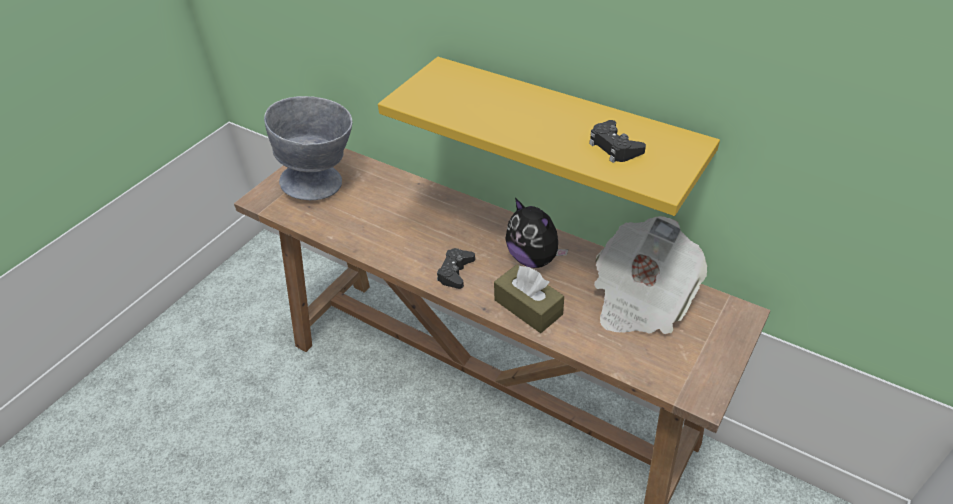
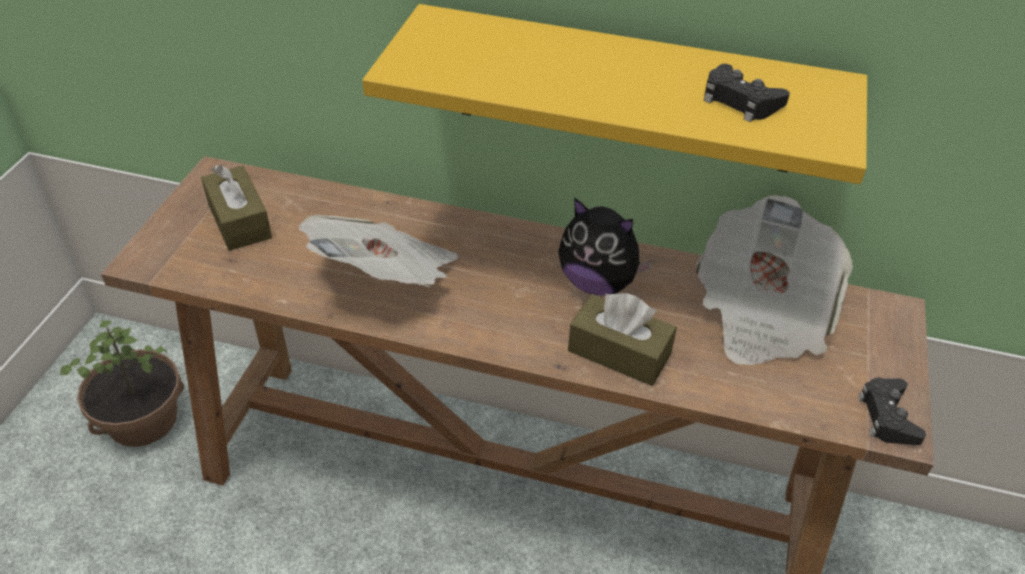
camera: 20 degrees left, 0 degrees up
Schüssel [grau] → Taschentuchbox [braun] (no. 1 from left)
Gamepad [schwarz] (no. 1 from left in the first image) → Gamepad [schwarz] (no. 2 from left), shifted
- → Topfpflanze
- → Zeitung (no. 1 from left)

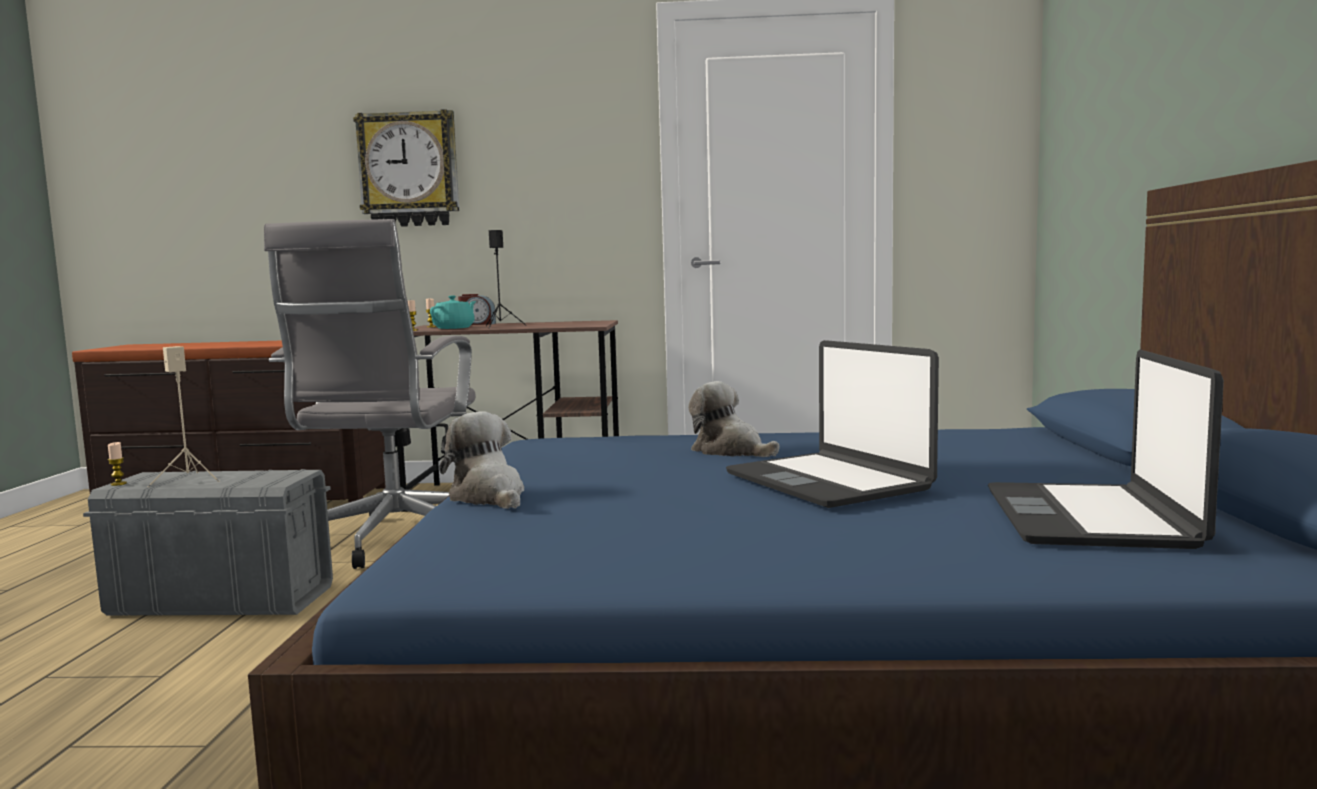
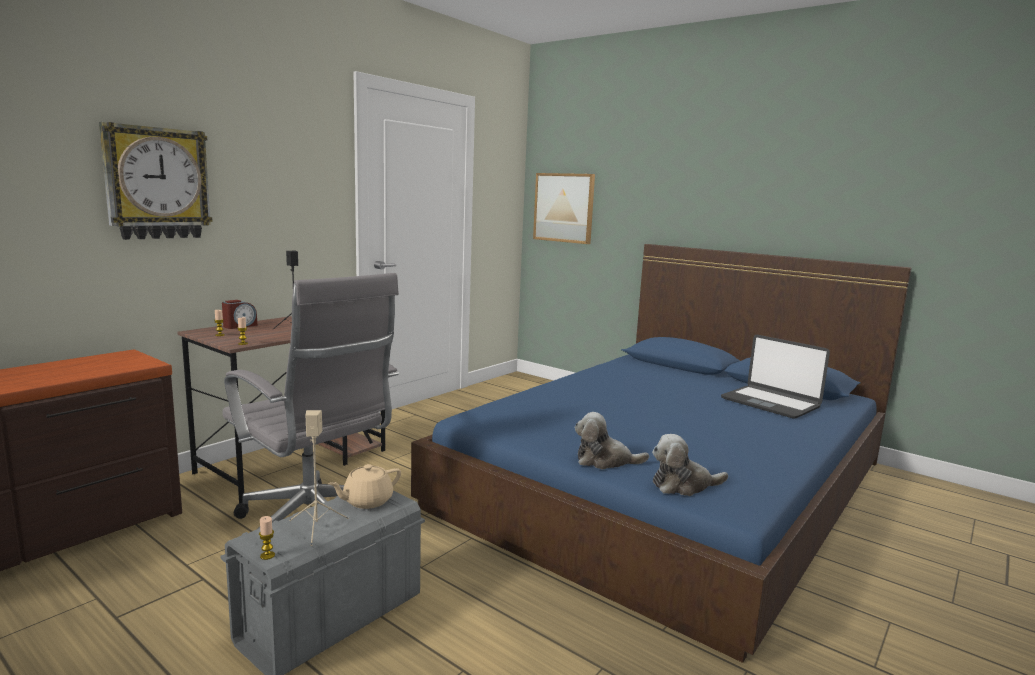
camera: 55 degrees left, 5 degrees up
Teekanne [türkis] → -
Plüschtier (no. 2 from left), shifted
Laptop (no. 1 from left) → -
- → Teekanne [beige]
- → Bild

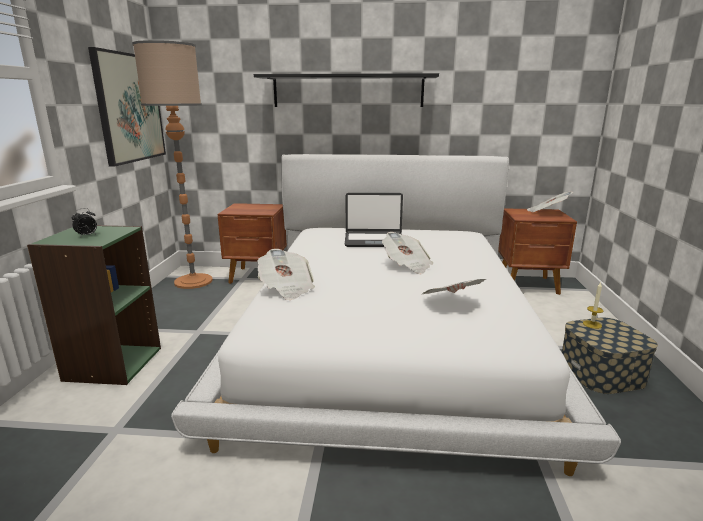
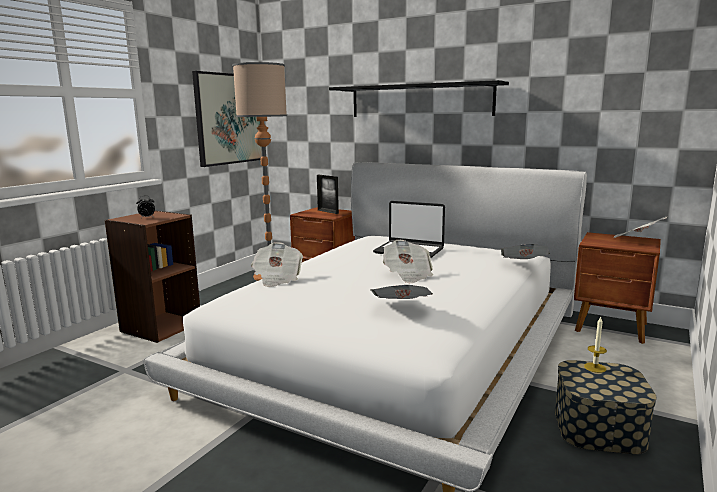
camera: 25 degrees right, 5 degrees down
Bücherregal [grün] → Bücherregal [braun]
- → Bilderrahmen
- → Zeitung (no. 4 from left)

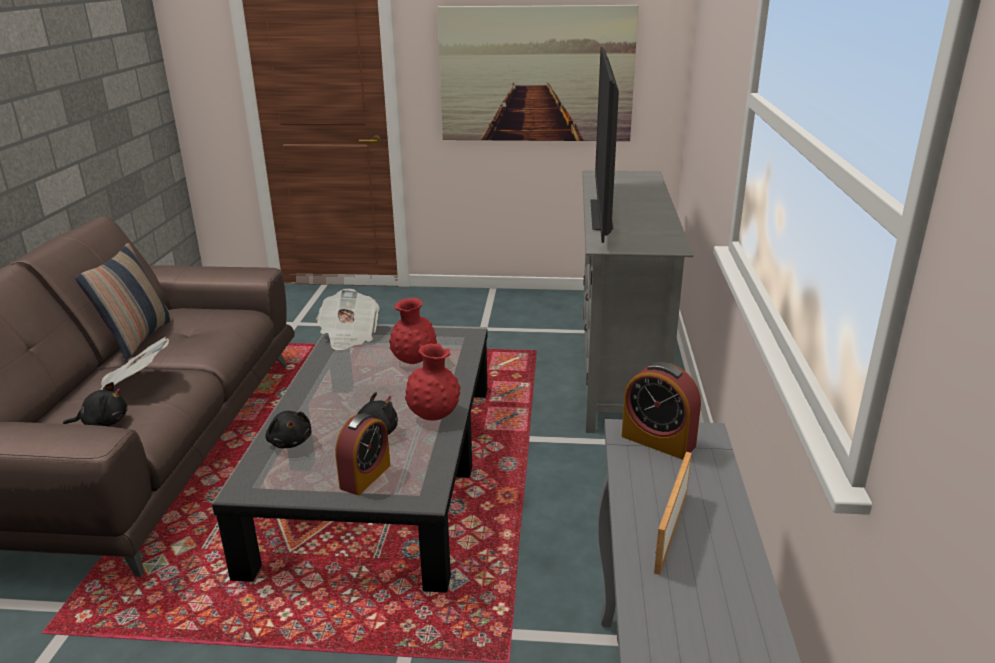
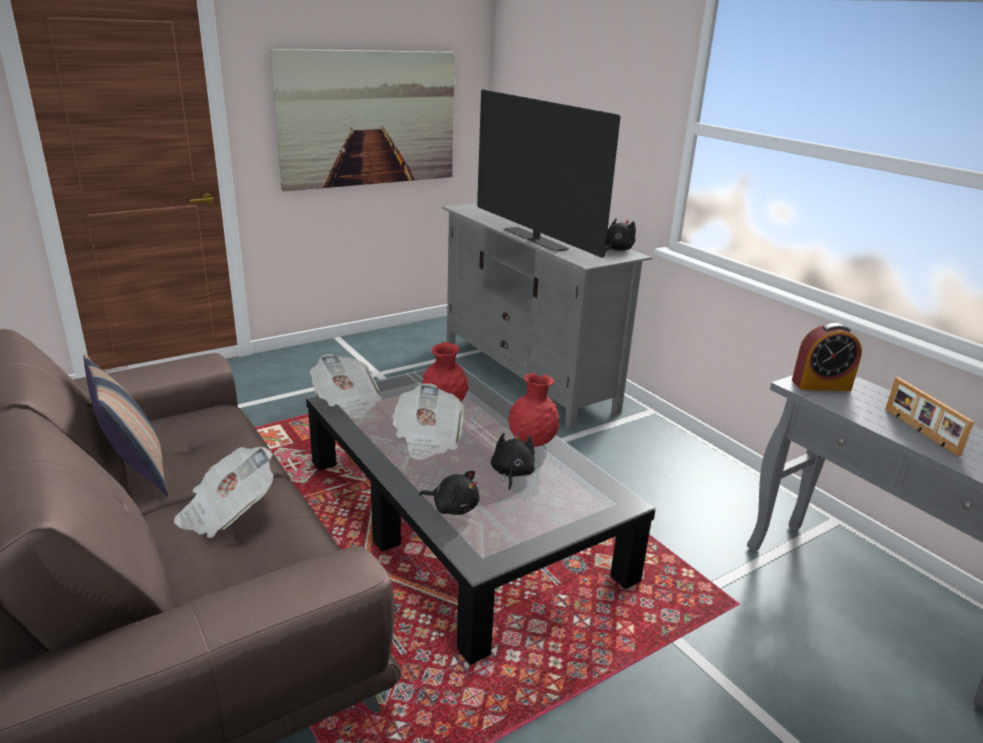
camera: 40 degrees left, 0 degrees up
Plüschtier [schwarz] (no. 1 from left in the first image) → Plüschtier [schwarz] (no. 3 from left), shifted
Wecker (no. 1 from left) → -
- → Zeitung (no. 3 from left)

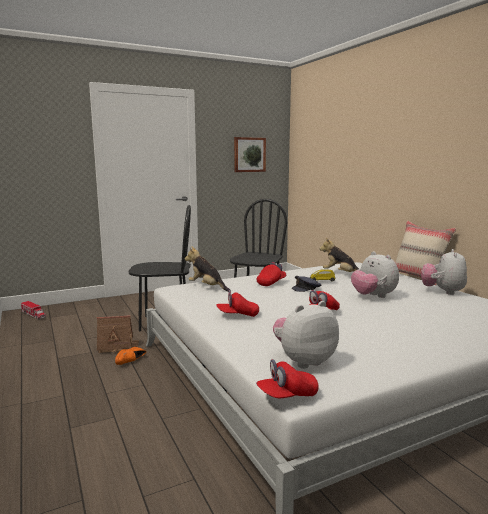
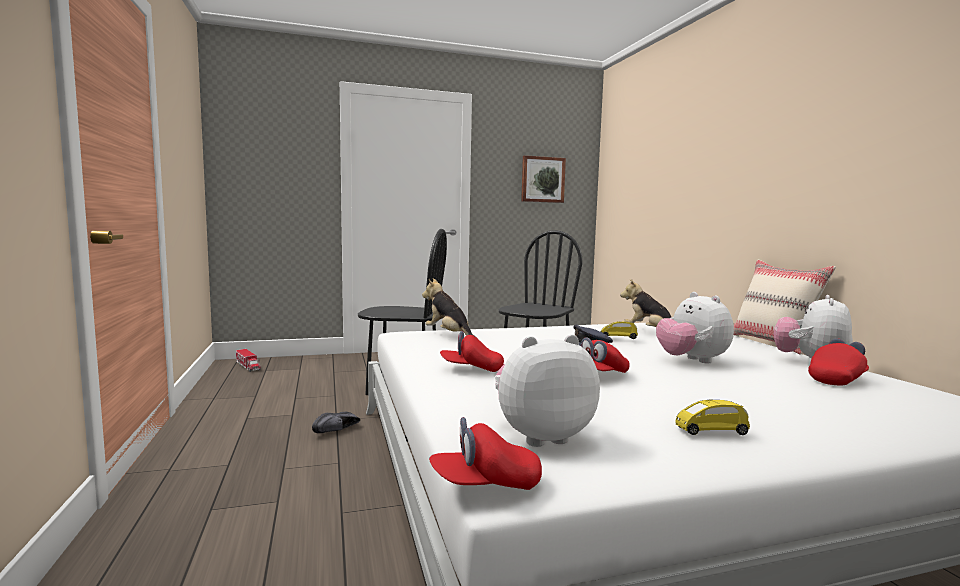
camera: 10 degrees right, 5 degrees down
Spielzeughaus → -
Schuh [orange] → Schuh [schwarz]
Kappe [rot] (no. 2 from left in the first image) → Kappe [rot] (no. 4 from left), shifted
- → Spielzeugauto [gelb] (no. 2 from left)

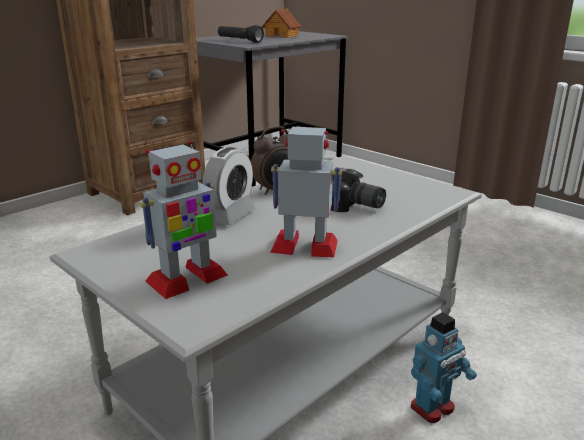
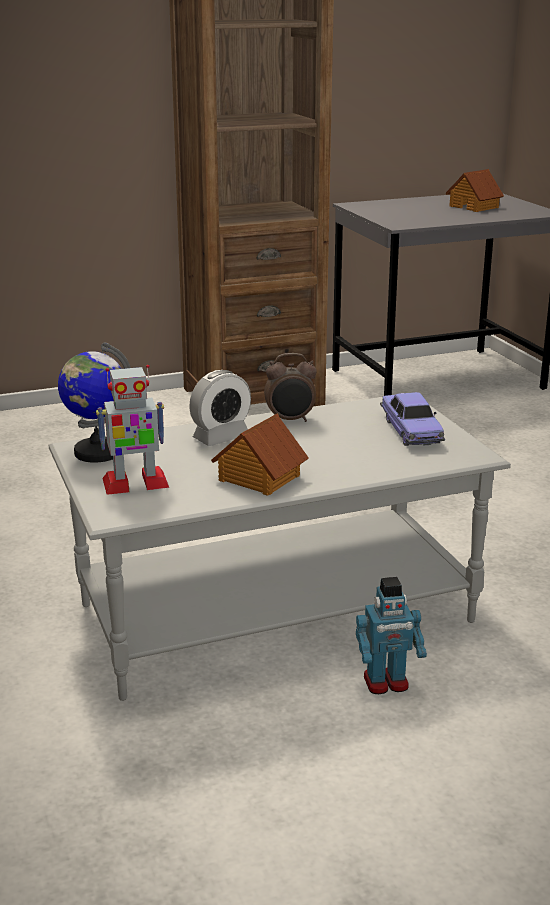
camera: 25 degrees right, 0 degrees up
Taschenlampe [schwarz] → -
Spielzeugroboter (no. 2 from left) → Spielzeughaus (no. 1 from left)
Kamera → -
- → Globus
- → Spielzeugauto

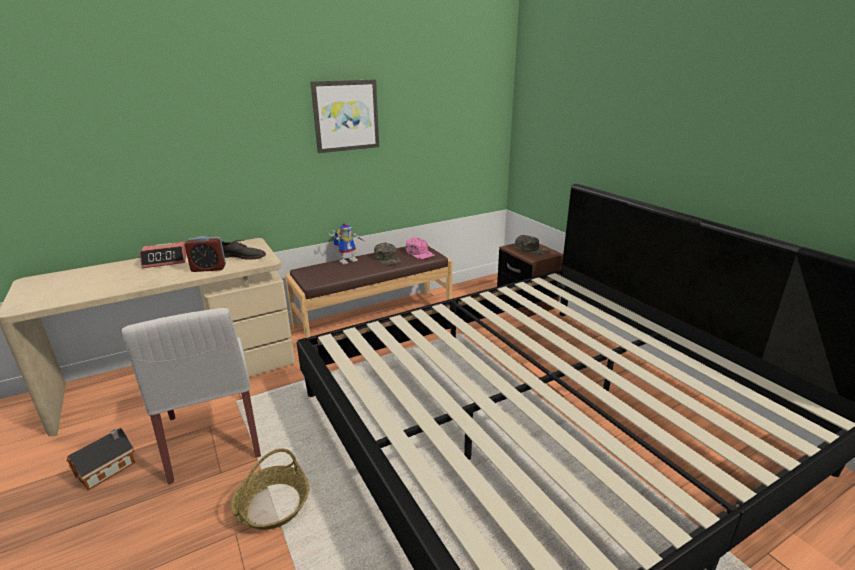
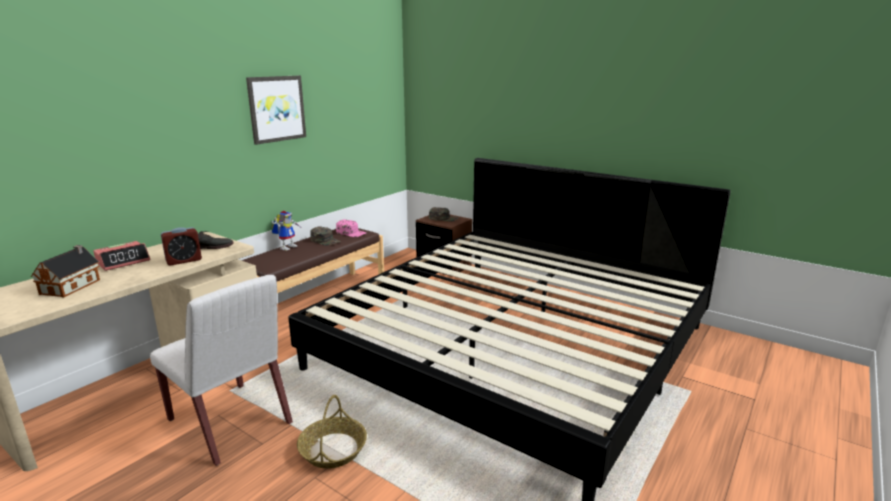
camera: 25 degrees left, 5 degrees down
Spielzeughaus, shifted

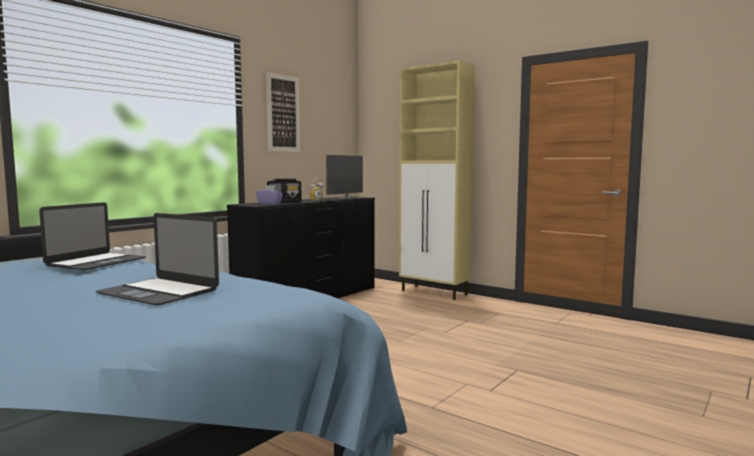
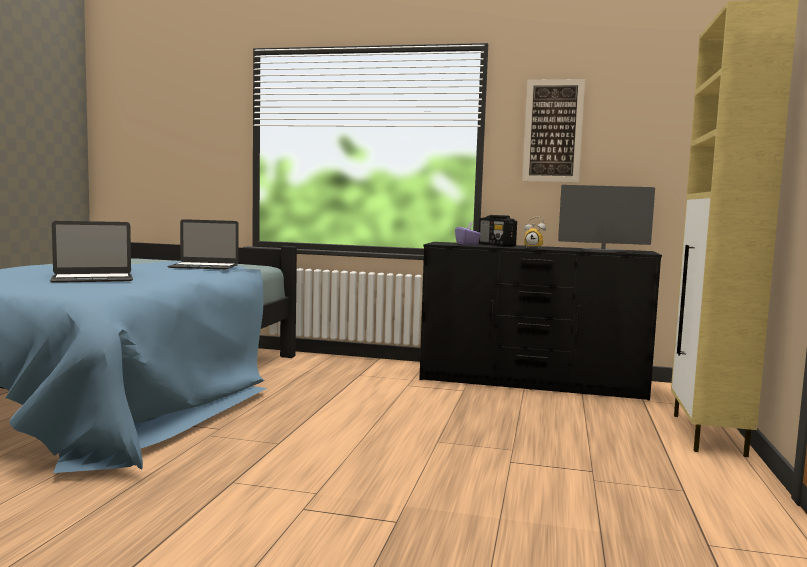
camera: 65 degrees right, 0 degrees up
Laptop (no. 2 from left in the first image) → Laptop (no. 1 from left), 120 degrees counterclockwise

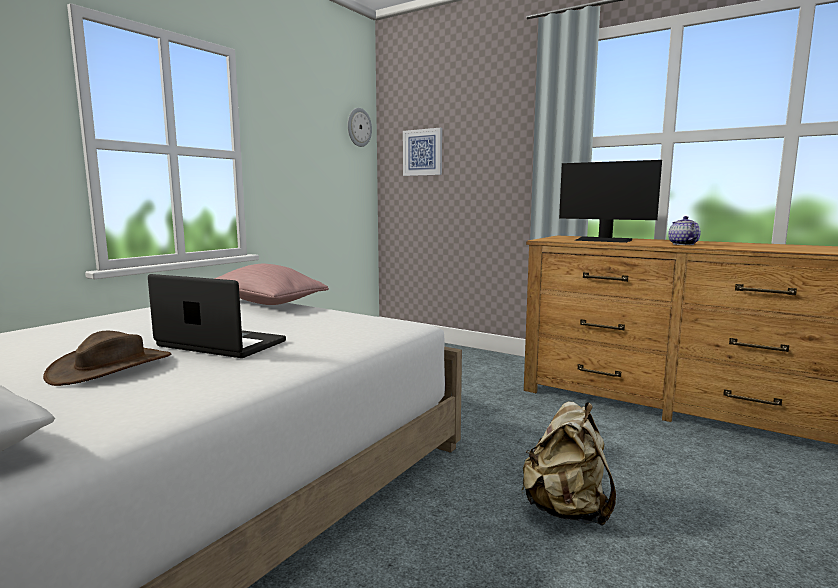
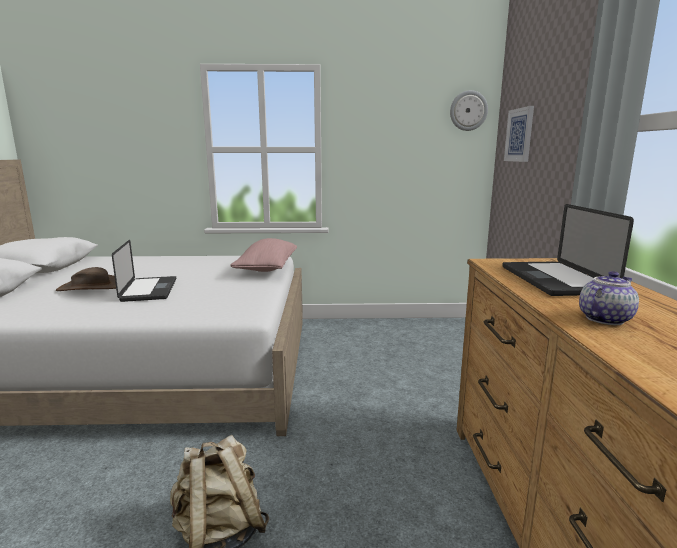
camera: 55 degrees right, 5 degrees up
Monitor → Laptop (no. 2 from left)

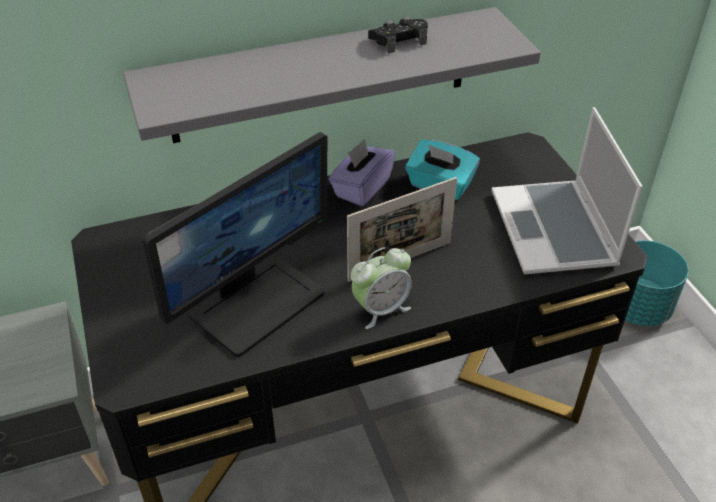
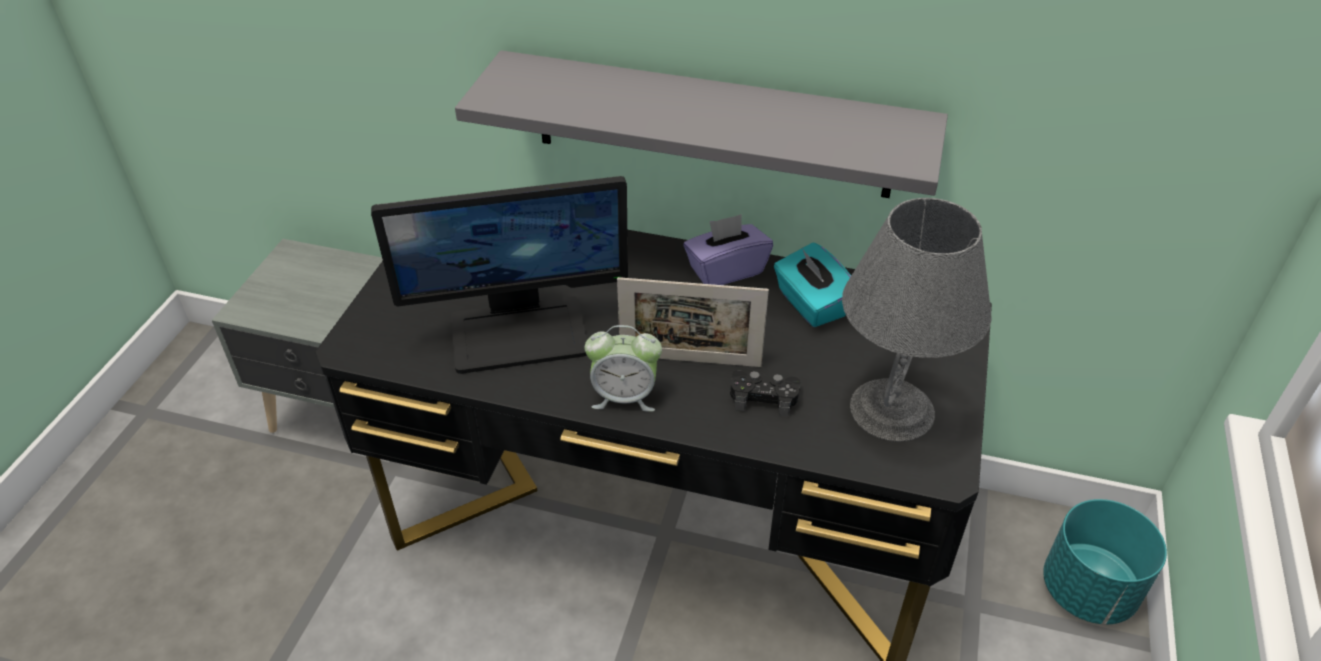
camera: 35 degrees right, 0 degrees up
Gamepad [schwarz], shifted
Laptop → Tischlampe [grau]

